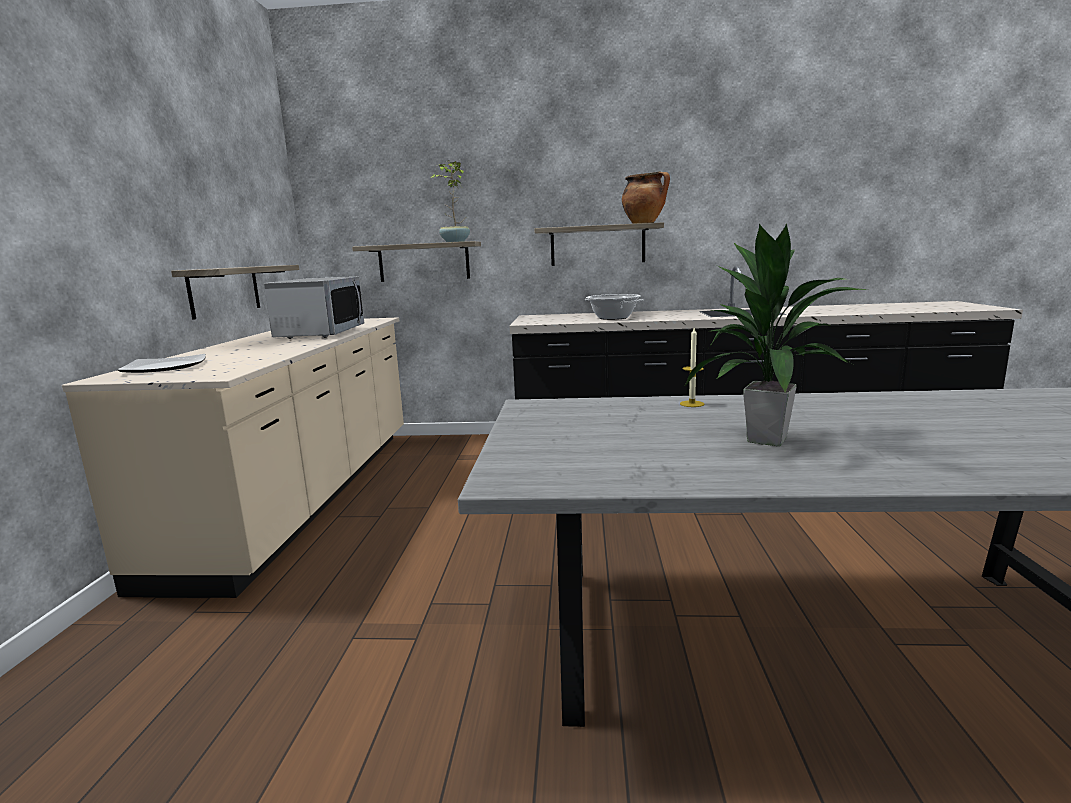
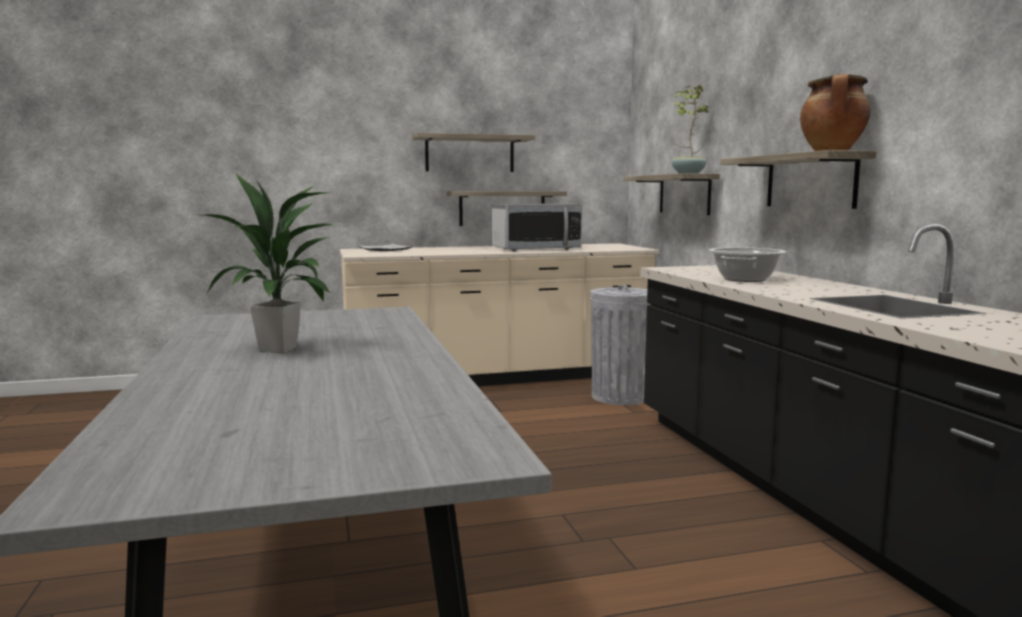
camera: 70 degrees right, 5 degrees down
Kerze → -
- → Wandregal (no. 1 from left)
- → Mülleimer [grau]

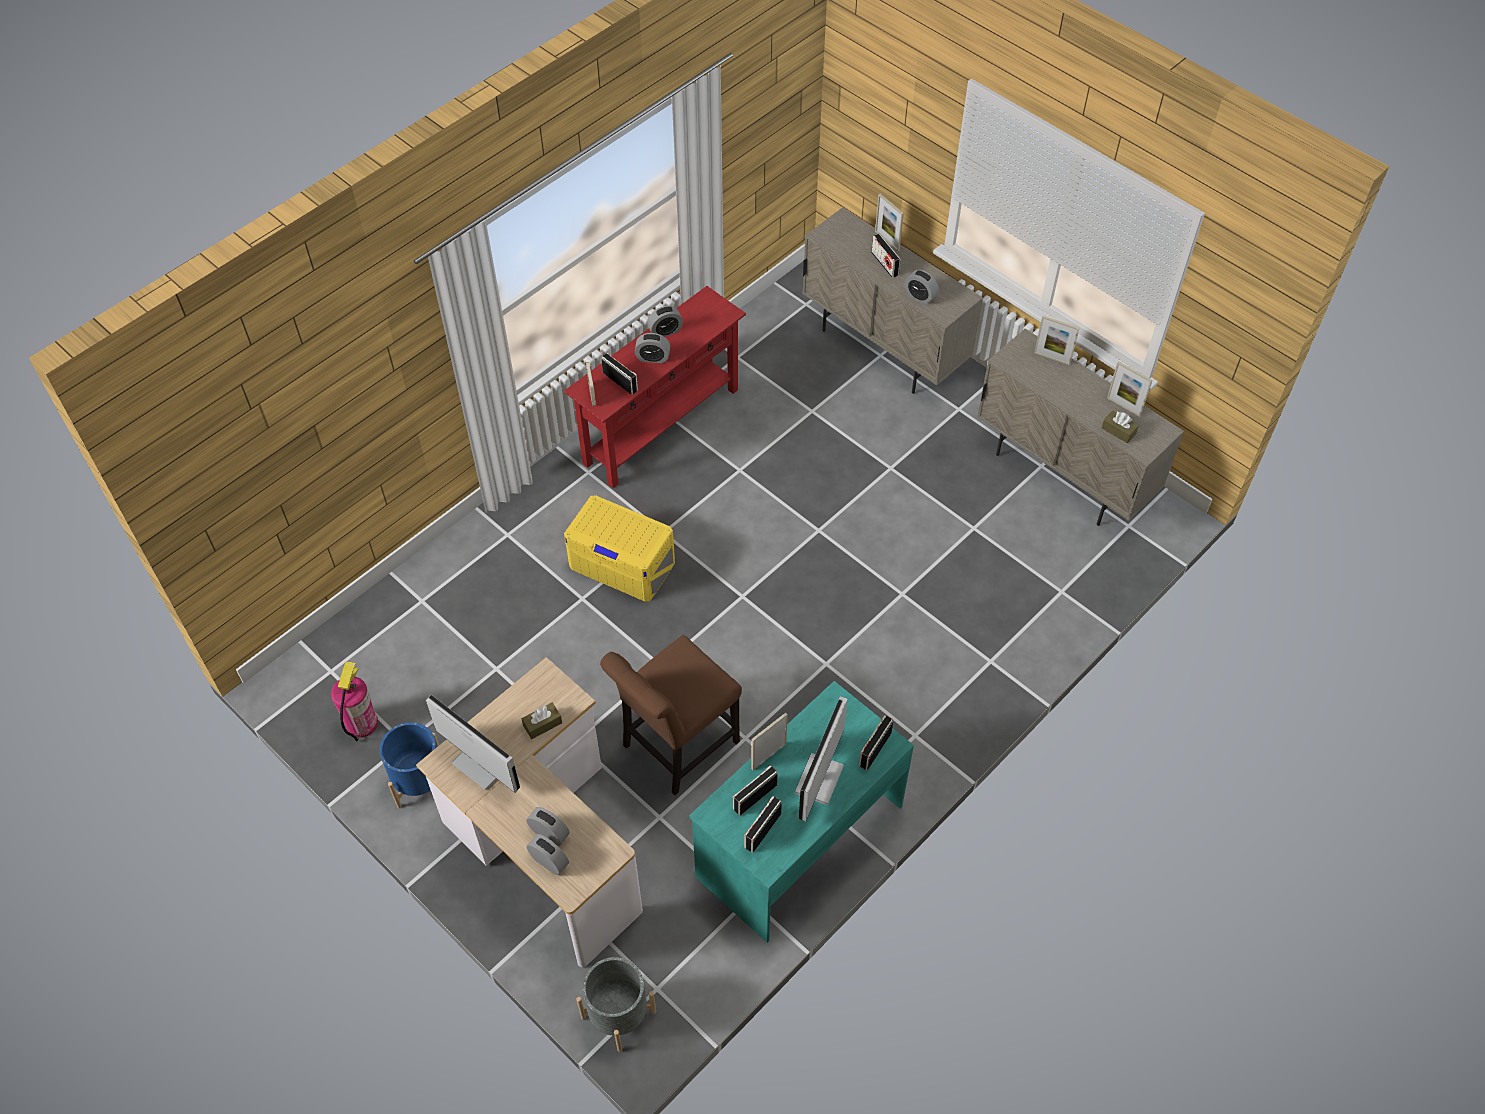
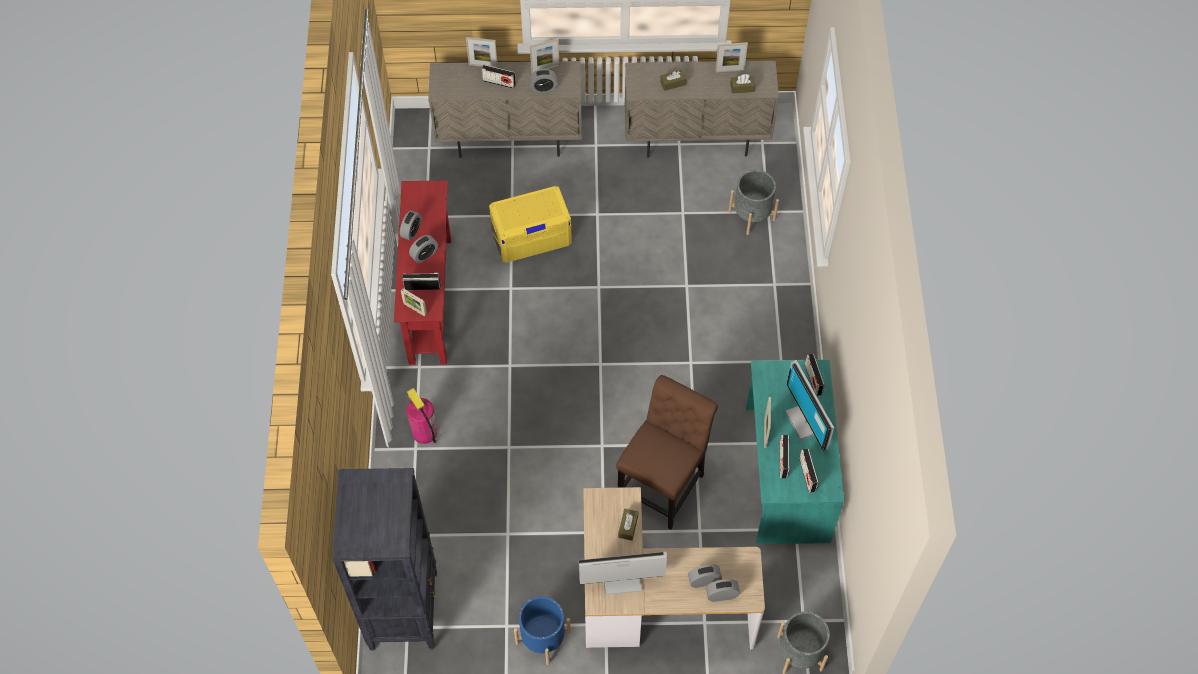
camera: 45 degrees left, 5 degrees up
Feuerlöscher, shifted
Aufbewahrungsbox [gelb], shifted
Stuhl [braun], 150 degrees counterclockwise
Bilderrahmen (no. 4 from left in the first image) → Bilderrahmen (no. 3 from left), shifted
- → Bücherregal [schwarz]
- → Taschentuchbox [braun] (no. 2 from left)
- → Pflanzkübel [grau] (no. 1 from left)

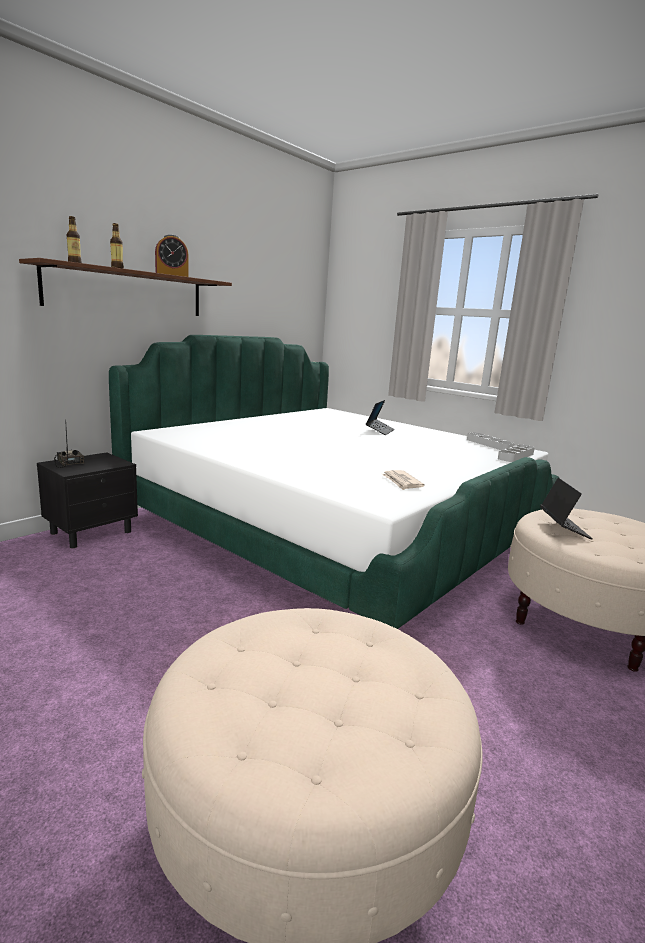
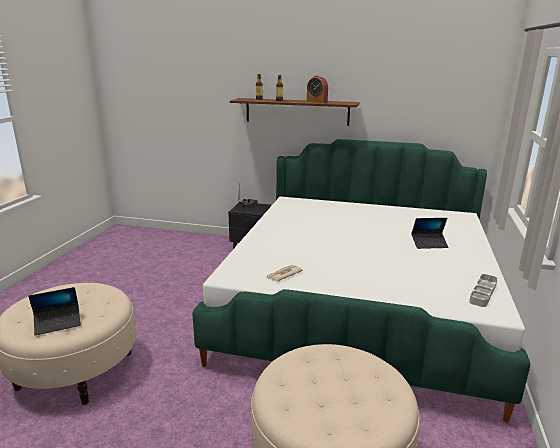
camera: 65 degrees right, 5 degrees up
Tablett [grau] (no. 2 from left) → -
Laptop (no. 2 from left in the first image) → Laptop (no. 1 from left), shifted

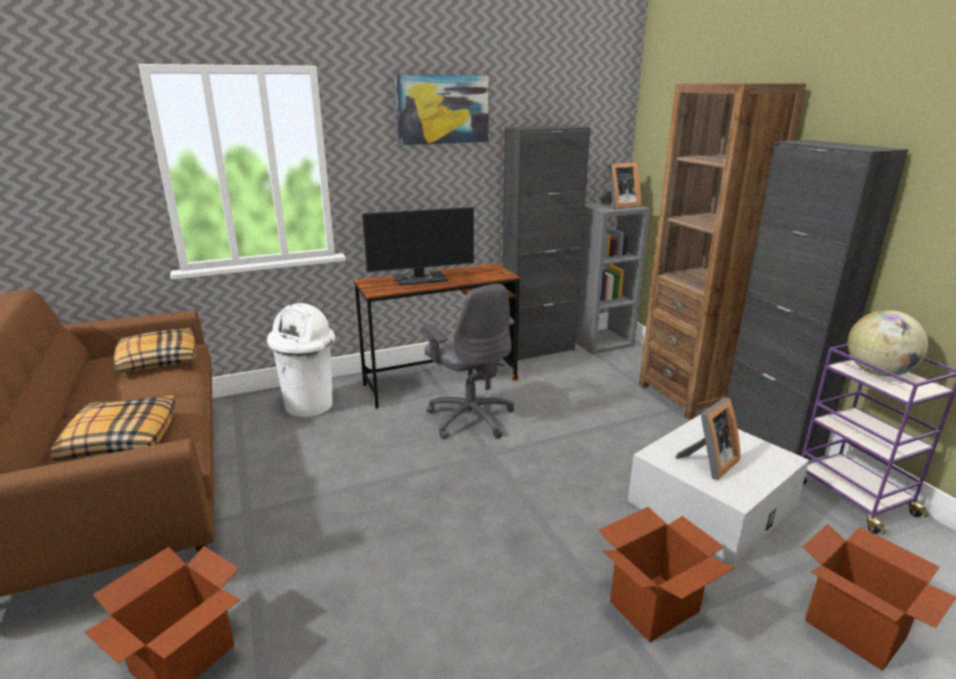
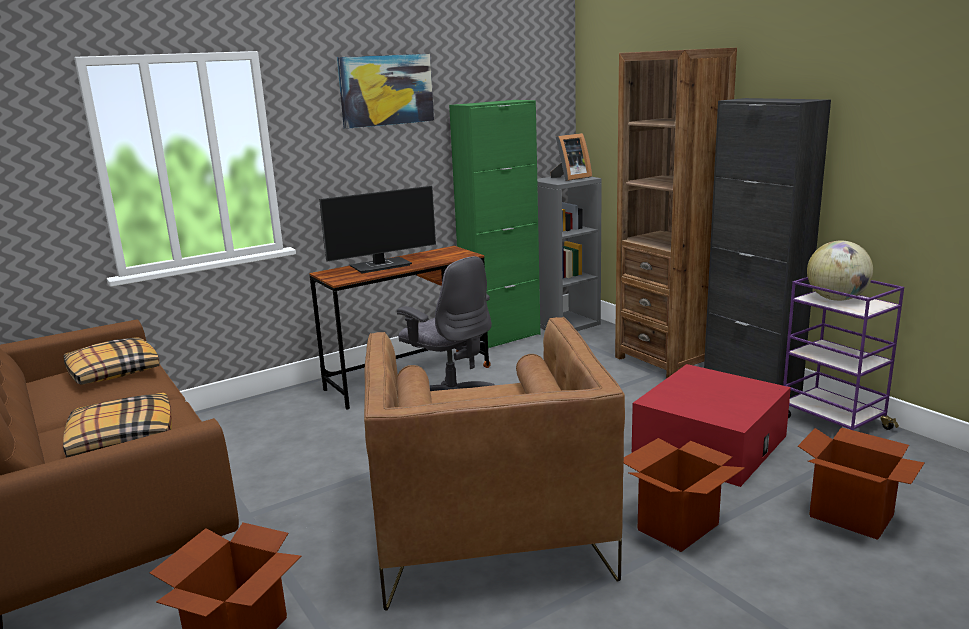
camera: 10 degrees left, 5 degrees down
Mülleimer [weiß] → -
Schrank [schwarz] (no. 1 from left) → Schrank [grün]
Aufbewahrungsbox [weiß] → Aufbewahrungsbox [rot]
Bilderrahmen (no. 2 from left) → -
- → Sessel [braun]

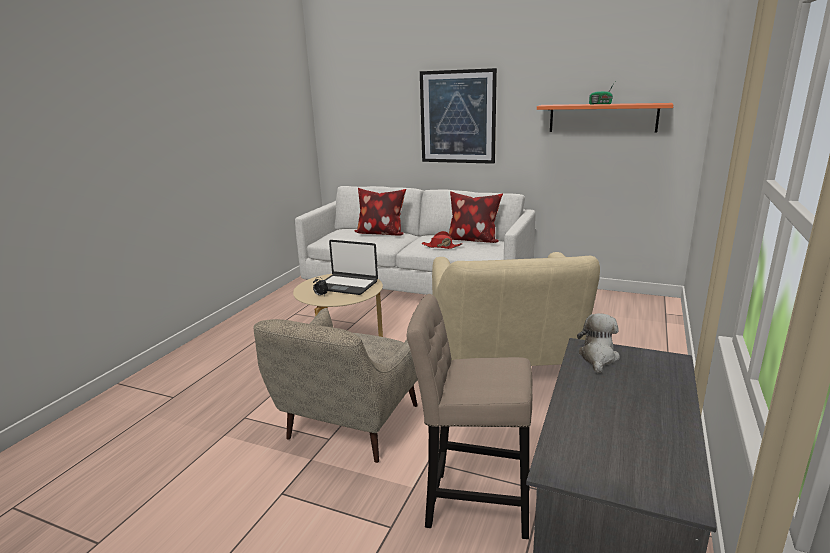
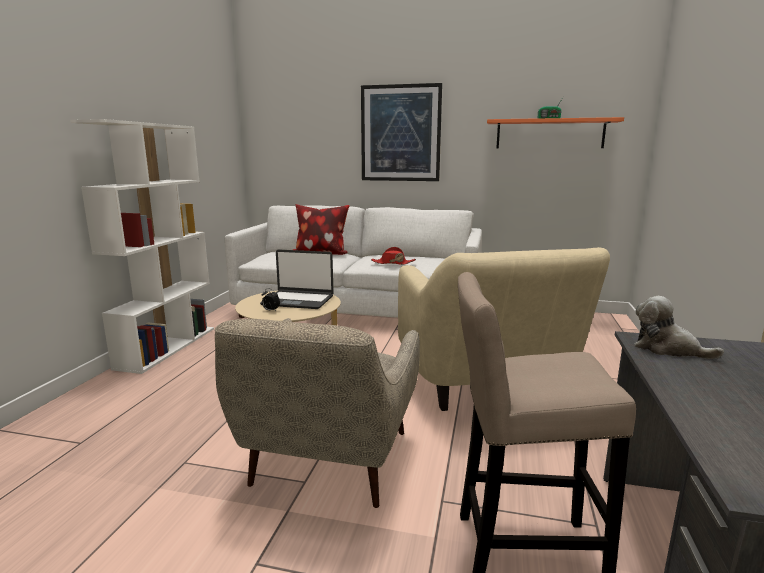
camera: 10 degrees left, 5 degrees down
Kissen (no. 2 from left) → -
Plüschtier, 60 degrees counterclockwise
- → Bücherregal [weiß]

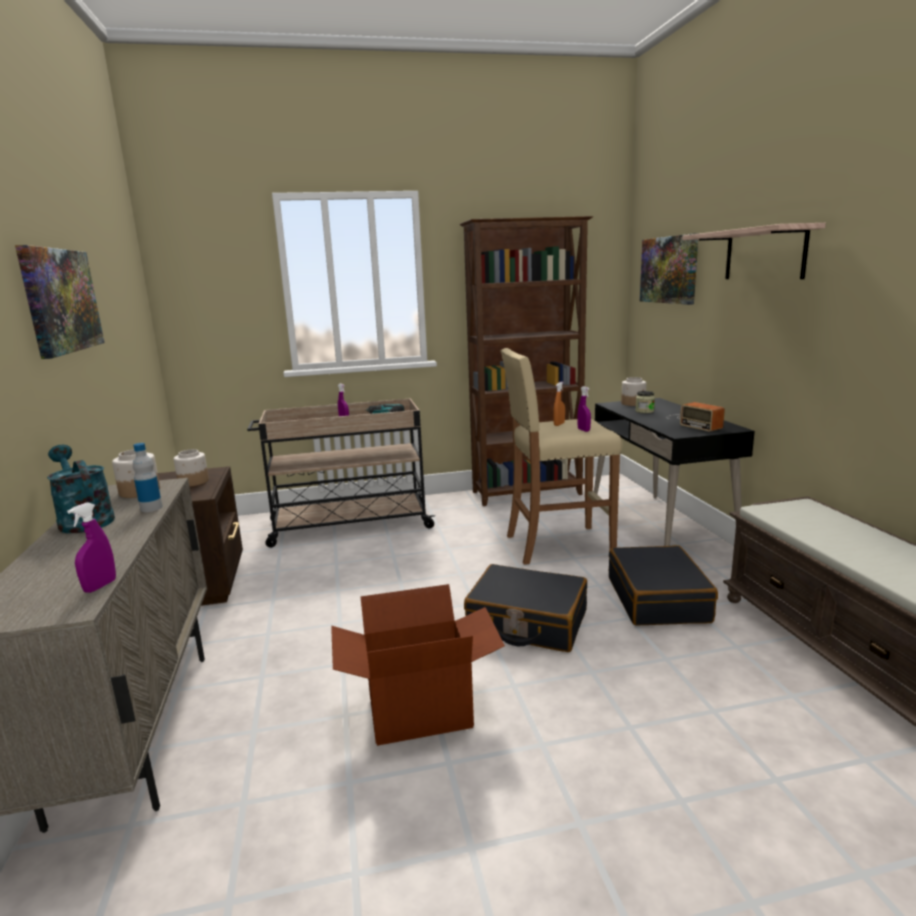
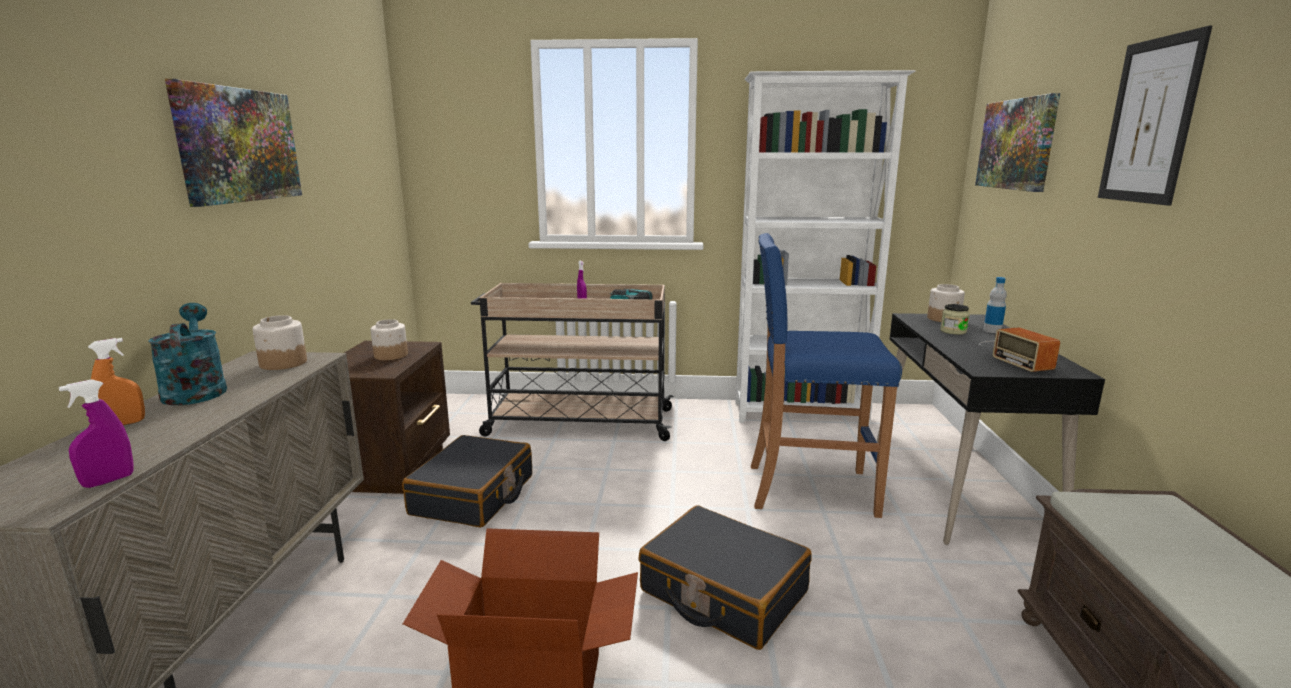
camera: 15 degrees right, 0 degrees up
Flasche, shifted
Bücherregal [braun] → Bücherregal [weiß]
Hocker [beige] → Hocker [blau]
Sprühflasche [orange], shifted
Sprühflasche [lila] (no. 3 from left) → -
Koffer [schwarz] (no. 2 from left in the first image) → Koffer [schwarz] (no. 1 from left), shifted
Wandregal → Bild (no. 3 from left)

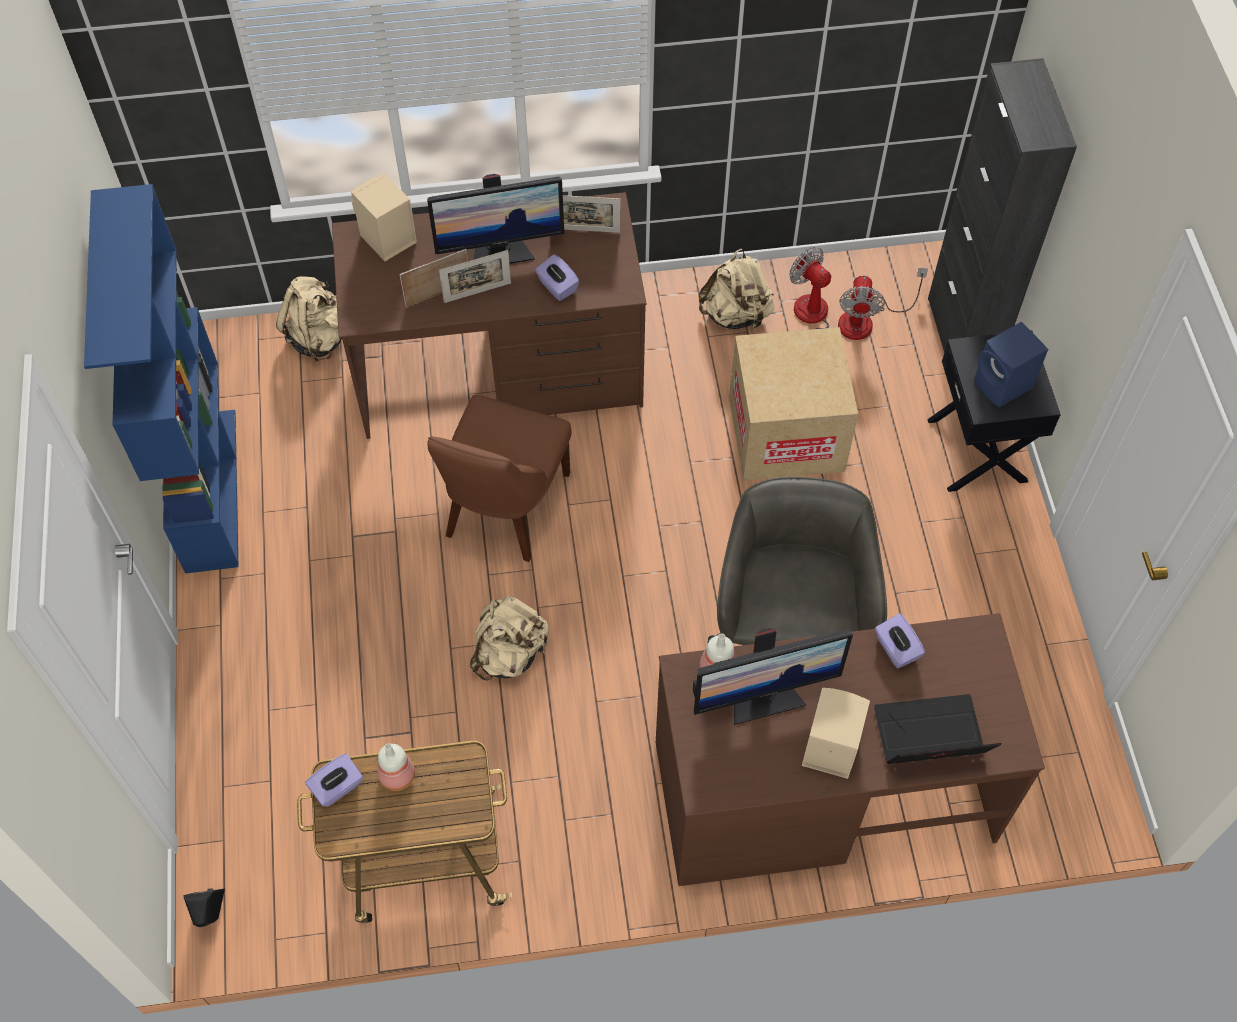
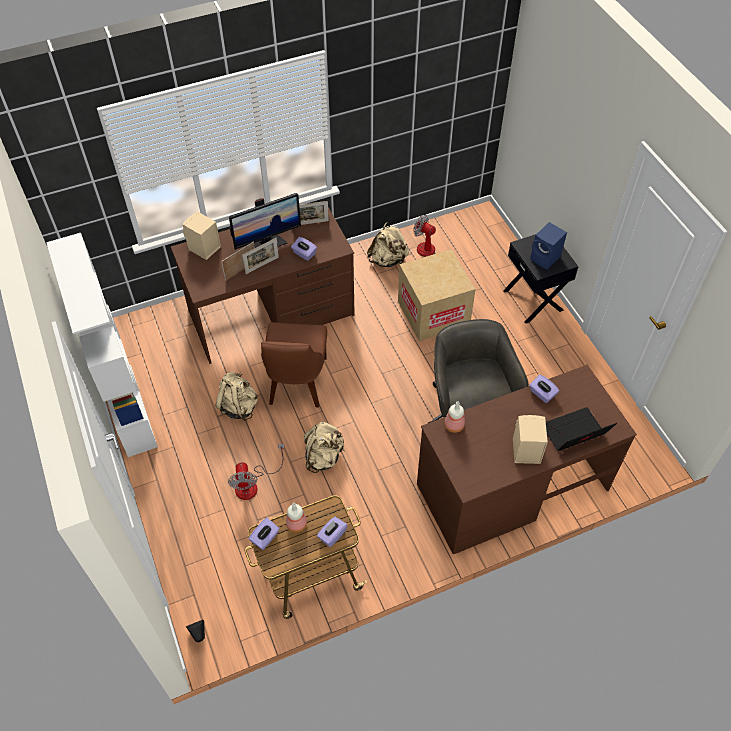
camera: 15 degrees left, 5 degrees down
Bücherregal [blau] → Bücherregal [weiß]
Rucksack [beige] (no. 1 from left), shifted
Monitor (no. 2 from left) → -
Ventilator (no. 2 from left in the first image) → Ventilator (no. 1 from left), shifted
Schrank [schwarz] → -
- → Taschentuchbox [lila] (no. 3 from left)

